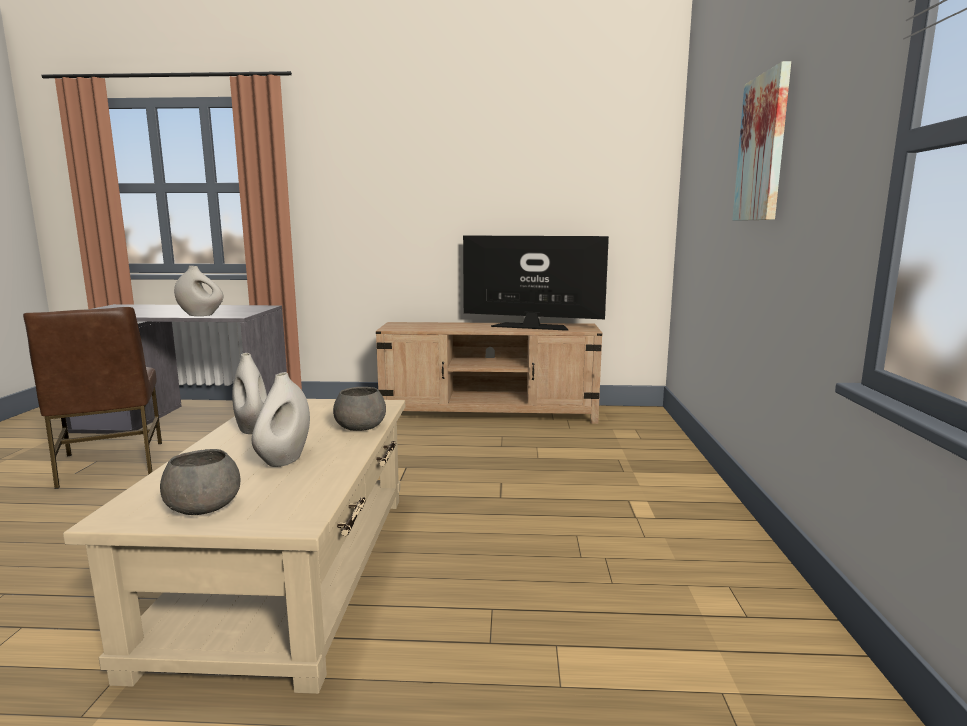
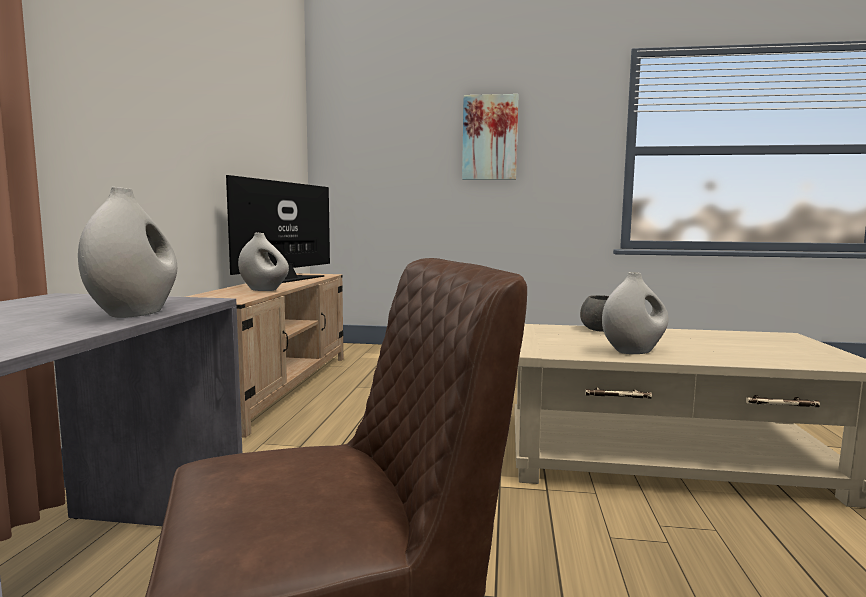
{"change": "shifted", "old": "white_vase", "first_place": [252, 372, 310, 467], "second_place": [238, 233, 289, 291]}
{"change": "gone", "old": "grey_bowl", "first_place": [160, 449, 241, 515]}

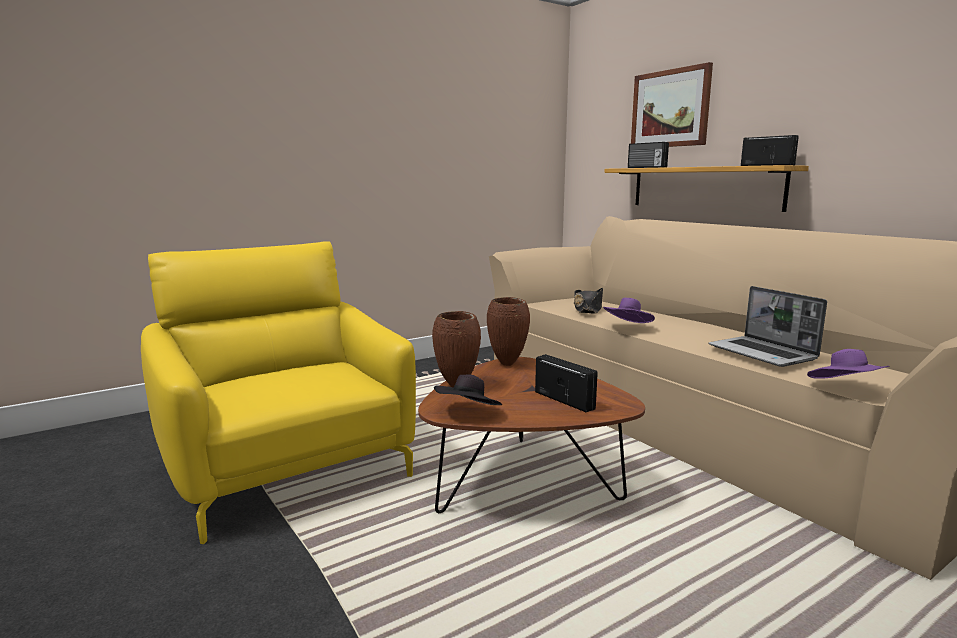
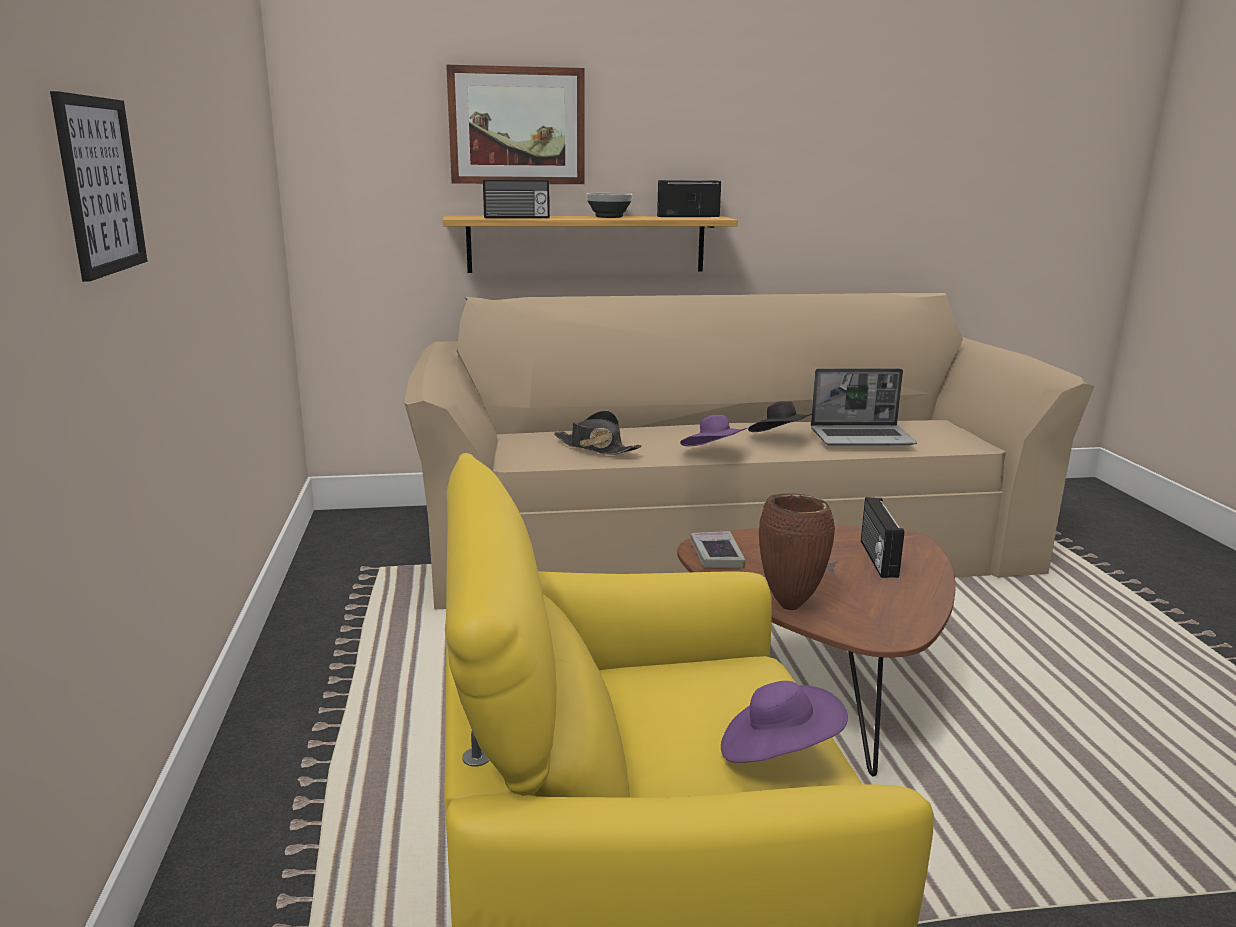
{"change": "new", "new": "picture", "second_place": [50, 91, 148, 282]}
{"change": "new", "new": "bowl", "second_place": [586, 193, 633, 218]}
{"change": "swapped", "old": "brown_vase", "new": "book", "first_place": [487, 297, 530, 366], "second_place": [690, 531, 745, 568]}
{"change": "shifted", "old": "purple_hat", "first_place": [807, 349, 890, 379], "second_place": [721, 681, 848, 763]}
{"change": "shifted", "old": "black_hat", "first_place": [434, 374, 502, 405], "second_place": [748, 401, 812, 432]}
{"change": "rotated", "old": "radio", "first_place": [535, 354, 598, 412], "second_place": [861, 497, 904, 578], "degrees": -75}

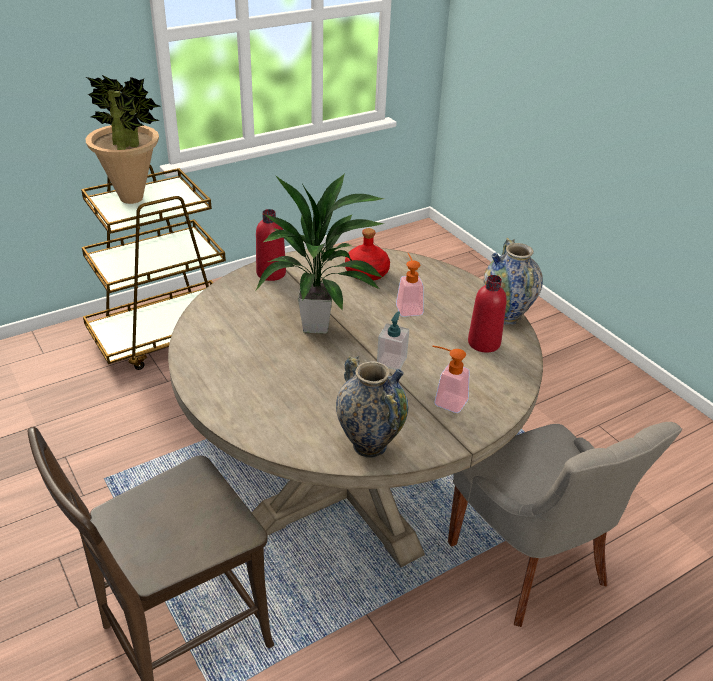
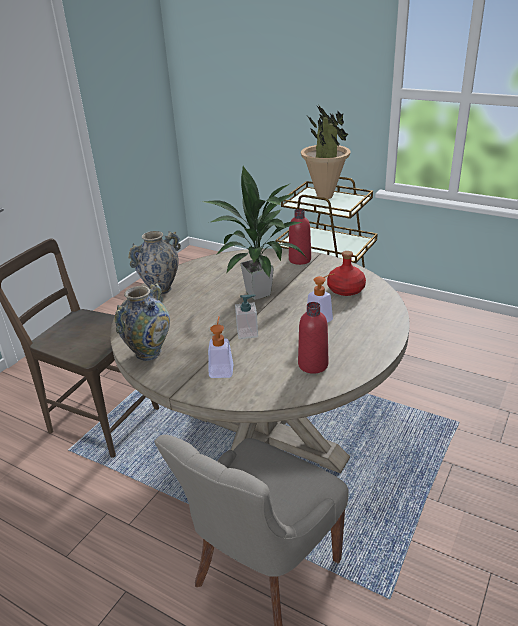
{"change": "shifted", "old": "vase", "first_place": [484, 238, 543, 325], "second_place": [128, 231, 181, 295]}

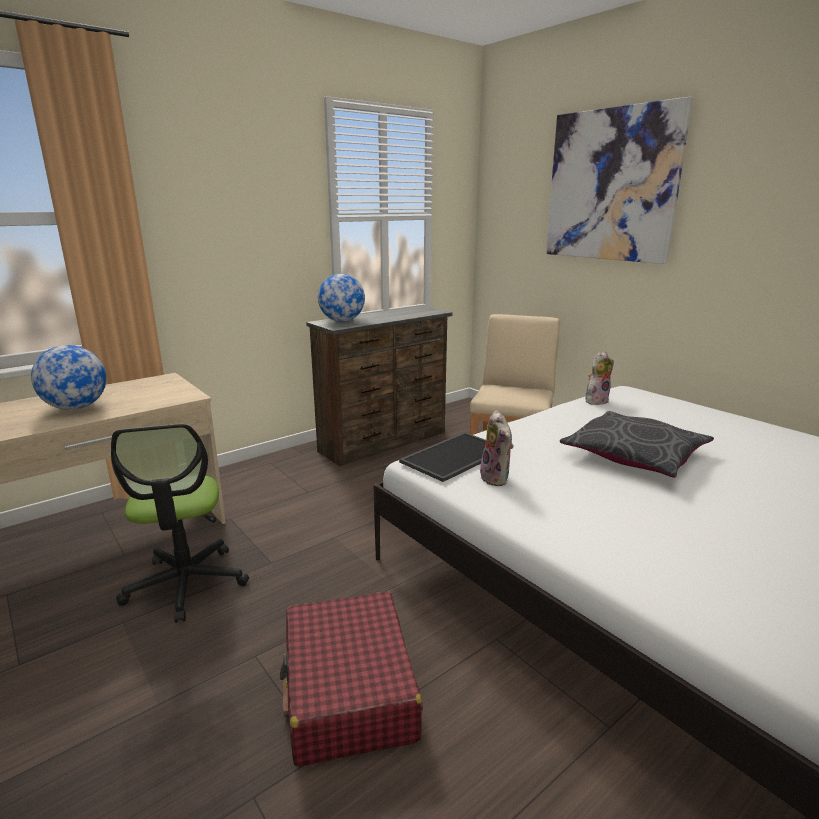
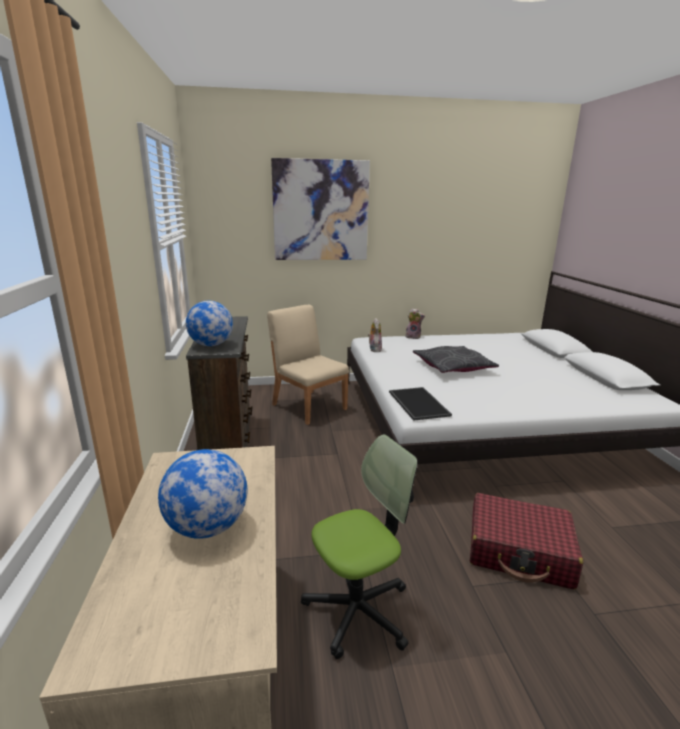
{"change": "rotated", "old": "office_chair", "first_place": [111, 424, 249, 623], "second_place": [301, 434, 418, 659], "degrees": -45}
{"change": "shifted", "old": "plush_toy", "first_place": [480, 410, 513, 486], "second_place": [405, 308, 425, 339]}

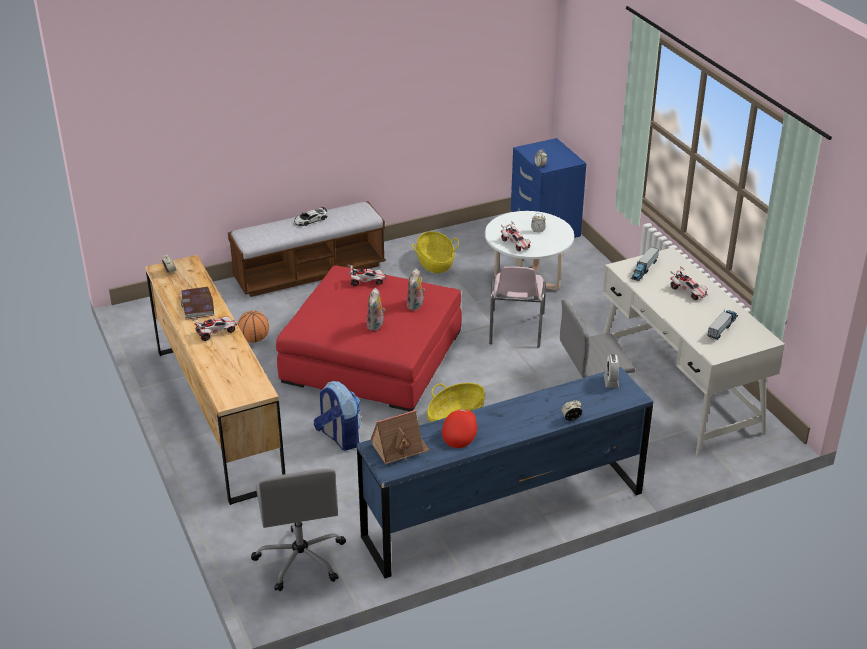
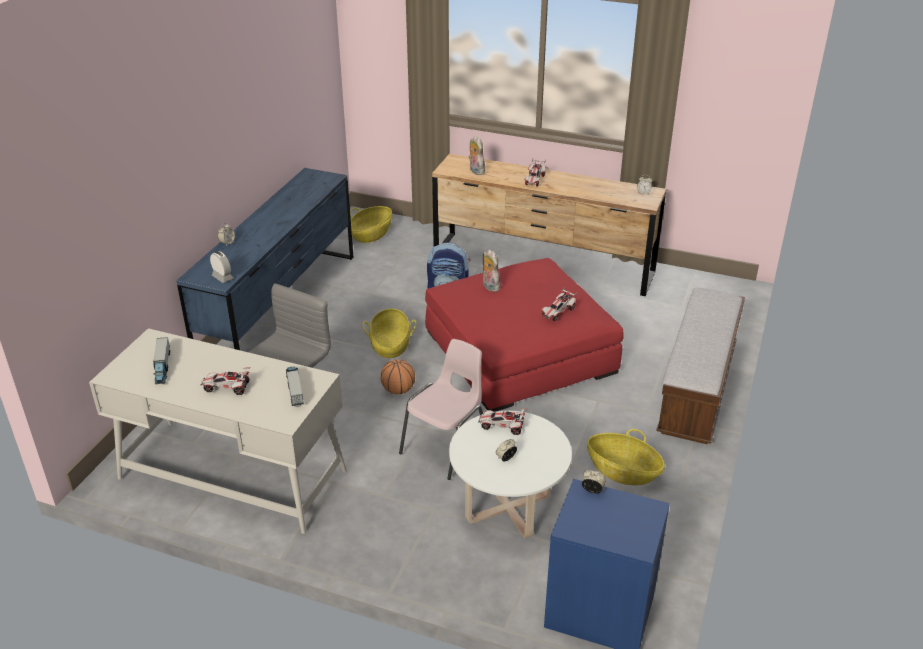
{"change": "swapped", "old": "grey_office_chair", "new": "basket", "first_place": [251, 469, 346, 591], "second_place": [350, 206, 392, 243]}
{"change": "shifted", "old": "basketball", "first_place": [238, 311, 269, 343], "second_place": [381, 359, 415, 394]}
{"change": "rotated", "old": "pink_chair", "first_place": [489, 266, 546, 348], "second_place": [399, 339, 483, 480], "degrees": 75}
{"change": "shifted", "old": "plush_toy", "first_place": [407, 269, 425, 310], "second_place": [469, 136, 485, 175]}
{"change": "gone", "old": "book", "first_place": [181, 287, 214, 319]}
{"change": "gone", "old": "toy_car", "first_place": [294, 207, 328, 226]}
{"change": "gone", "old": "toy_house", "first_place": [370, 410, 430, 464]}
{"change": "gone", "old": "red_cap", "first_place": [442, 409, 477, 448]}

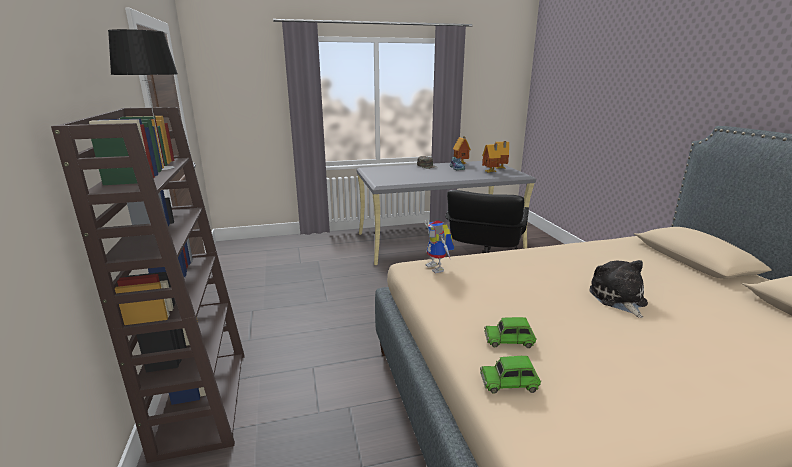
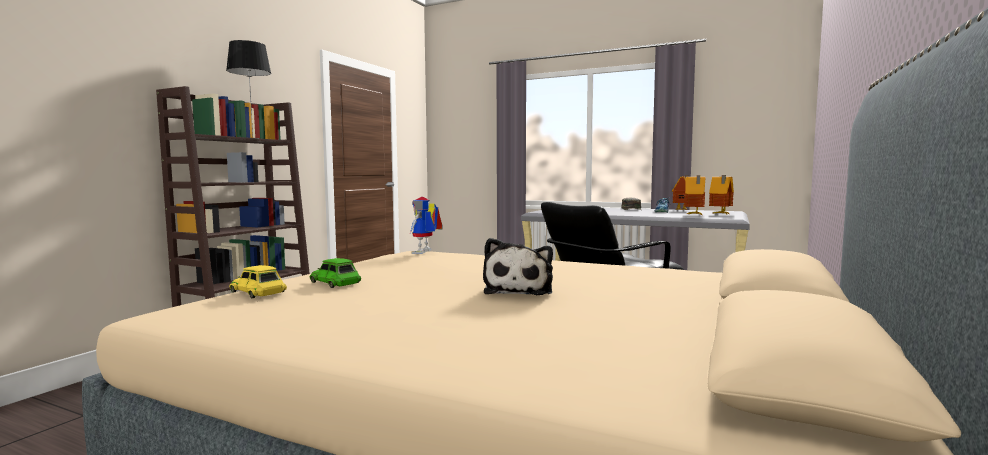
{"change": "repainted", "old": "green_toy_car", "new": "yellow_toy_car", "first_place": [480, 356, 541, 394], "second_place": [229, 265, 287, 298]}
{"change": "rotated", "old": "plush_toy", "first_place": [590, 260, 648, 318], "second_place": [483, 238, 553, 295], "degrees": 150}

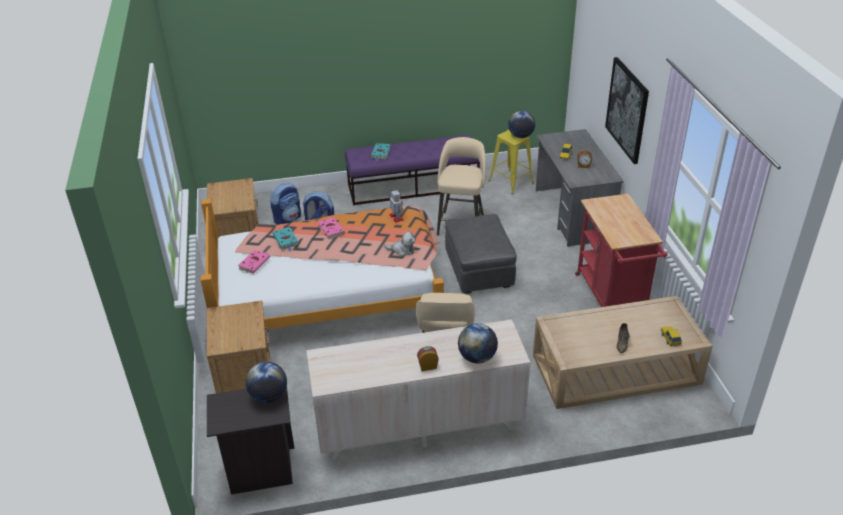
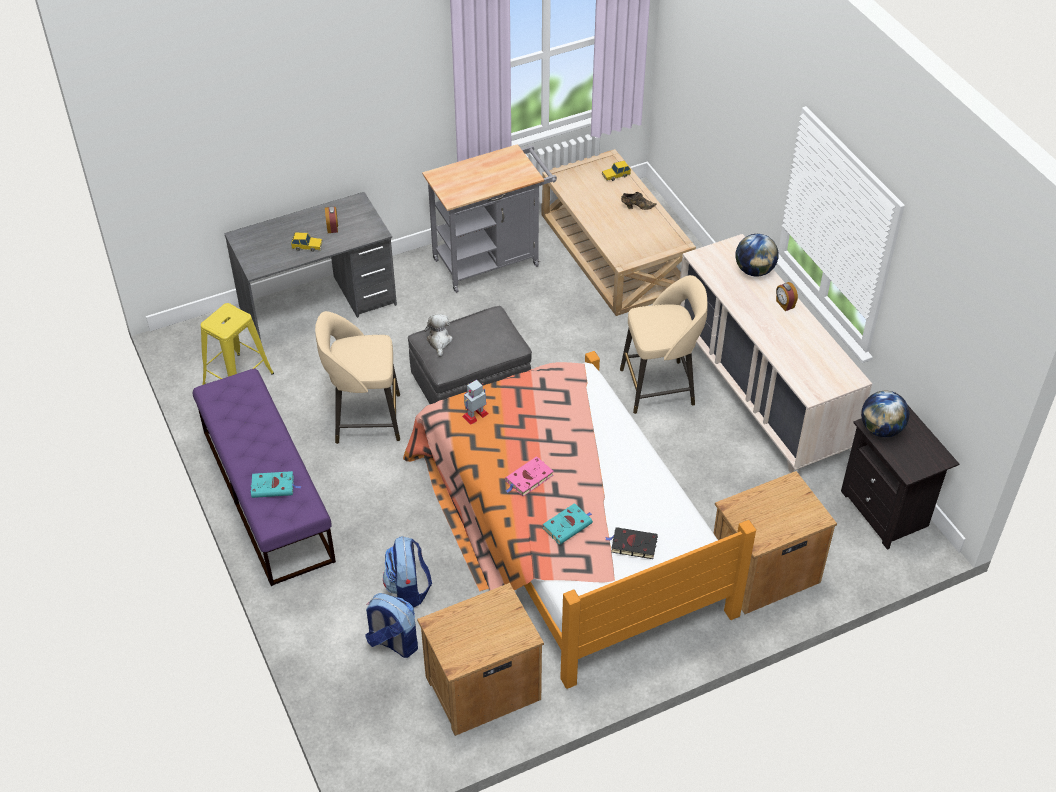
{"change": "repainted", "old": "red_cart", "new": "grey_cart", "first_place": [575, 194, 667, 307], "second_place": [422, 144, 557, 293]}
{"change": "shifted", "old": "plush_toy", "first_place": [384, 232, 416, 257], "second_place": [424, 314, 453, 357]}
{"change": "repainted", "old": "pink_book", "new": "black_book", "first_place": [238, 250, 270, 274], "second_place": [605, 527, 658, 559]}
{"change": "gone", "old": "globe", "first_place": [508, 111, 535, 138]}
{"change": "gone", "old": "picture", "first_place": [605, 57, 649, 164]}

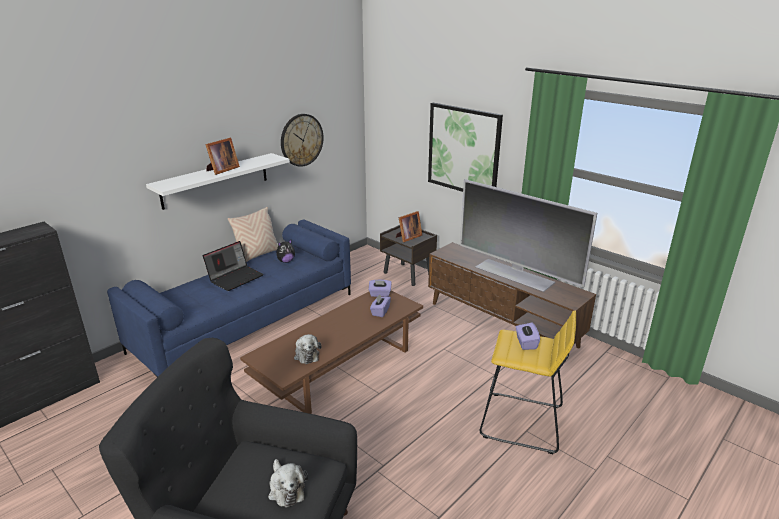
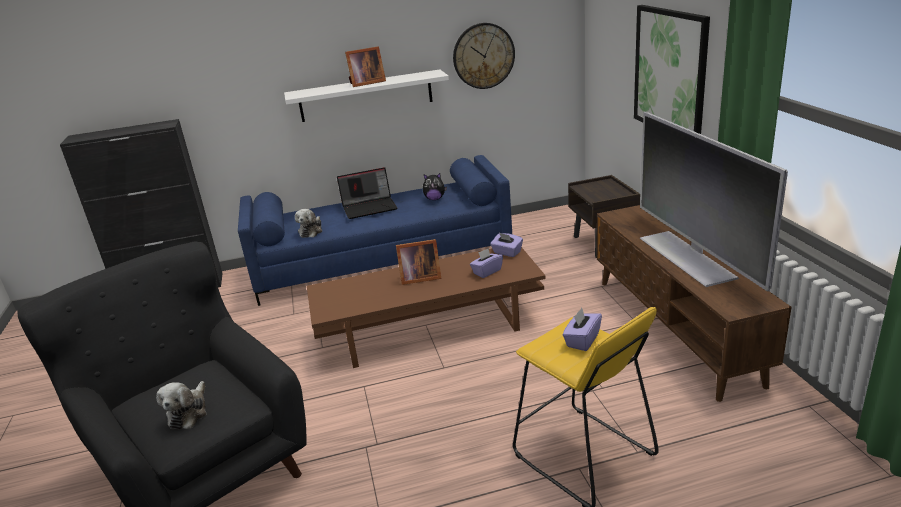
{"change": "shifted", "old": "plush_toy", "first_place": [294, 334, 321, 364], "second_place": [295, 209, 322, 238]}
{"change": "shifted", "old": "picture_frame", "first_place": [396, 211, 422, 242], "second_place": [396, 239, 441, 285]}
{"change": "gone", "old": "beige_pillow", "first_place": [228, 207, 278, 262]}

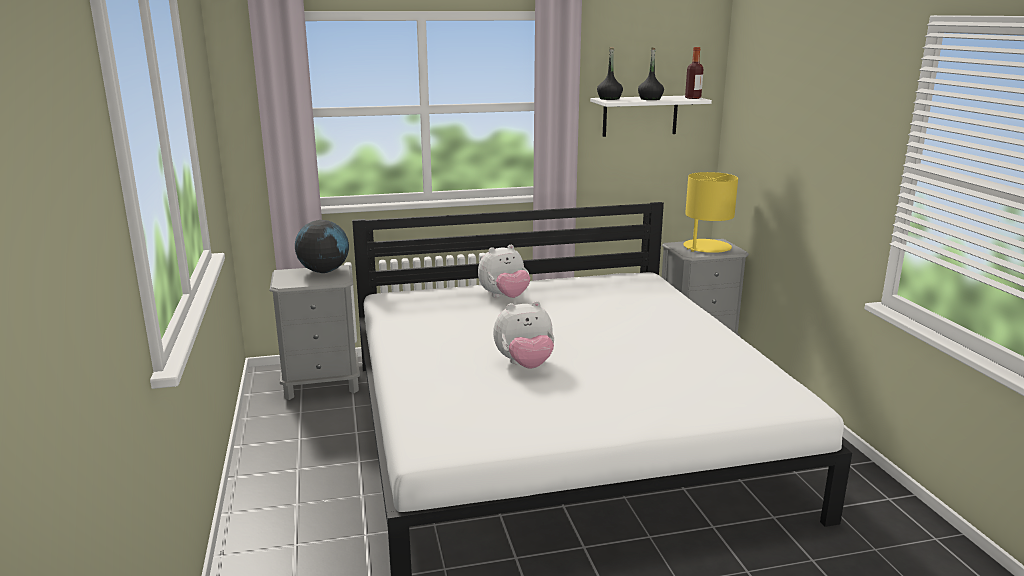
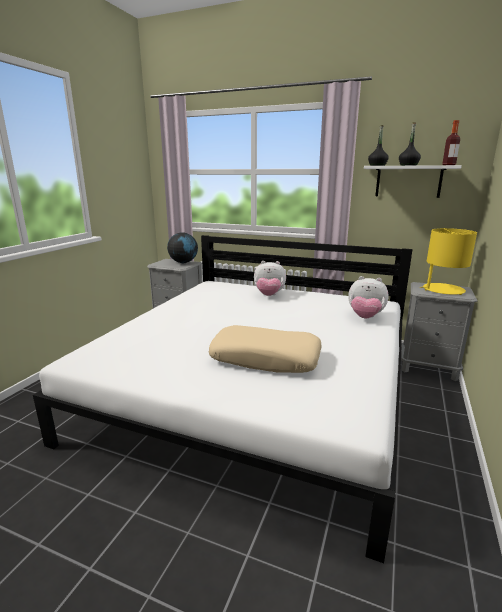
{"change": "new", "new": "beige_pillow", "second_place": [209, 325, 322, 373]}
{"change": "shifted", "old": "plush_toy", "first_place": [493, 301, 554, 369], "second_place": [348, 276, 389, 318]}

